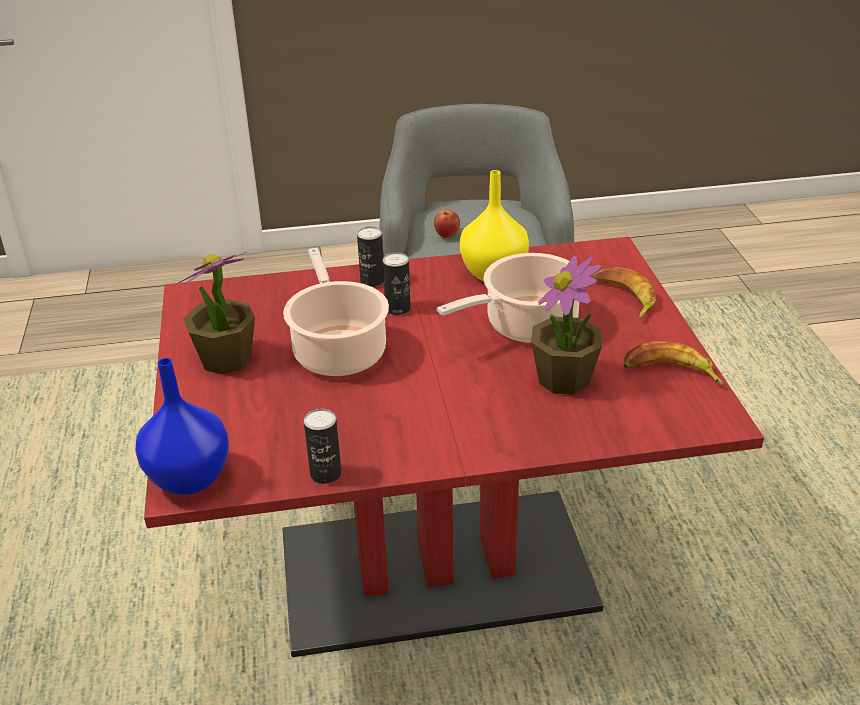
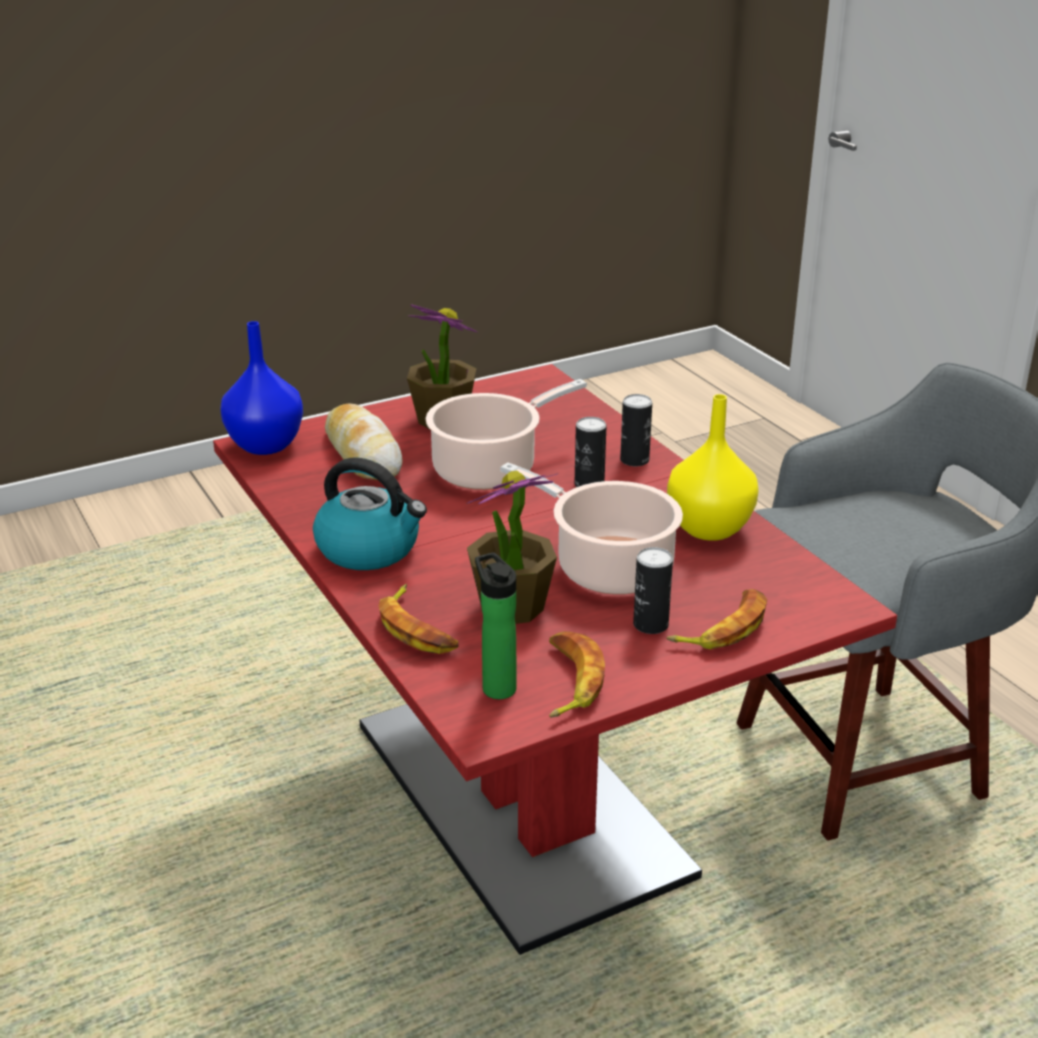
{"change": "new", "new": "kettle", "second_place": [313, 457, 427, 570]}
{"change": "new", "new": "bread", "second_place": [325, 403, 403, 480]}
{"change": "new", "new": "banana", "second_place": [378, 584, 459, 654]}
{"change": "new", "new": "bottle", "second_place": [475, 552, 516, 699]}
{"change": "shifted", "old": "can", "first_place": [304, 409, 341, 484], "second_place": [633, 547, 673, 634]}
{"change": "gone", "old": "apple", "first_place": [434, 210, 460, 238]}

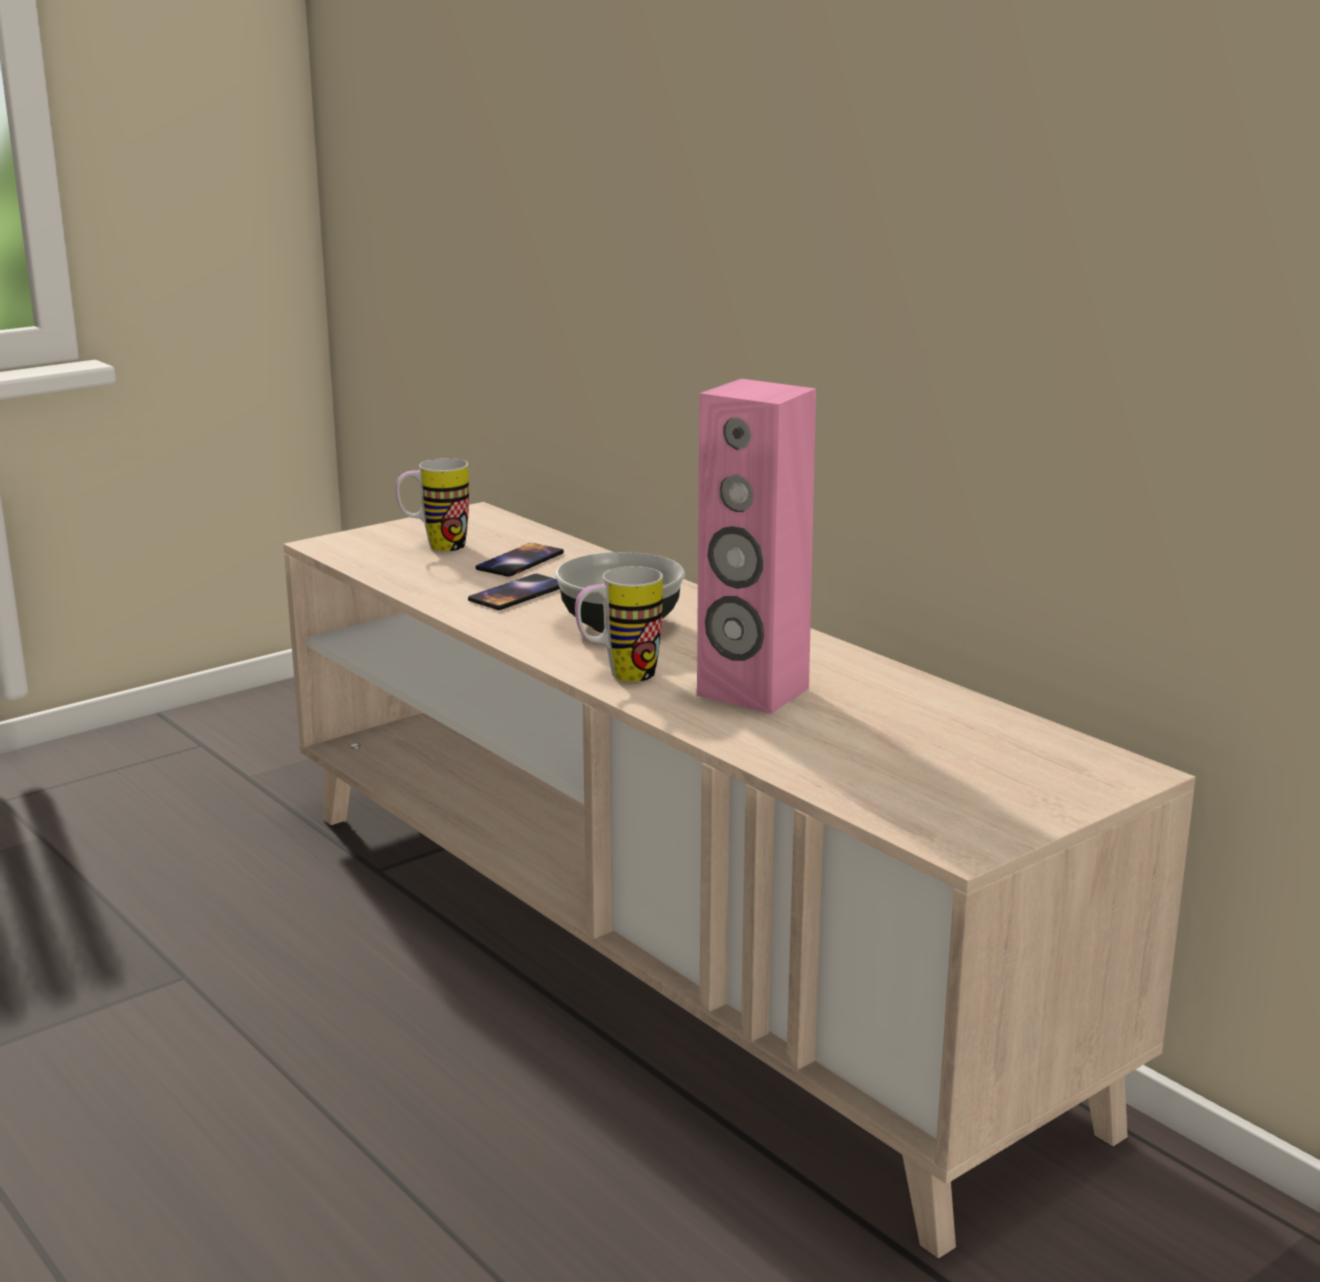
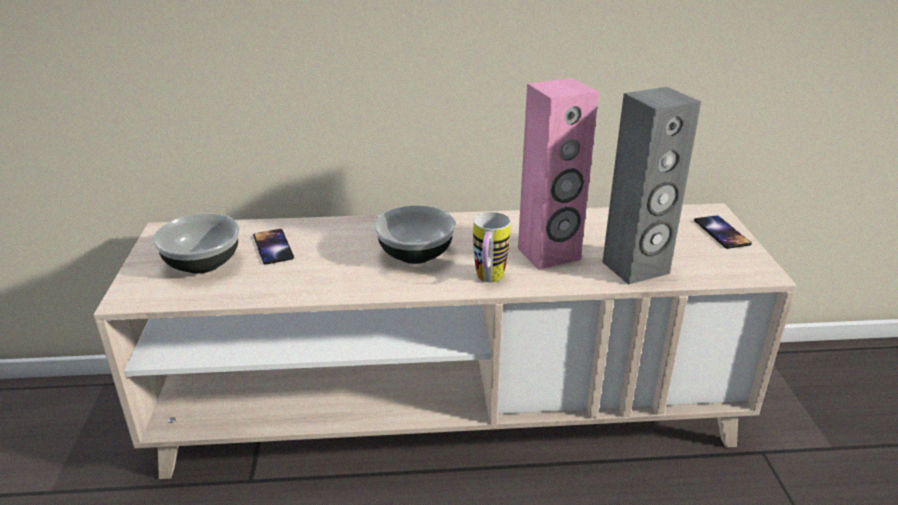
{"change": "swapped", "old": "mug", "new": "bowl", "first_place": [396, 458, 469, 551], "second_place": [153, 214, 240, 274]}
{"change": "new", "new": "grey_speaker", "second_place": [603, 87, 701, 285]}
{"change": "shifted", "old": "phone", "first_place": [468, 574, 560, 610], "second_place": [694, 216, 752, 249]}

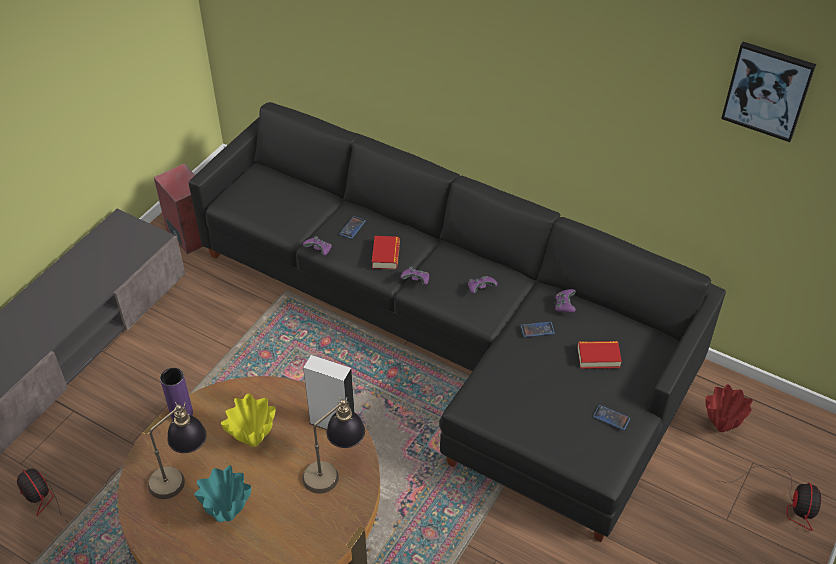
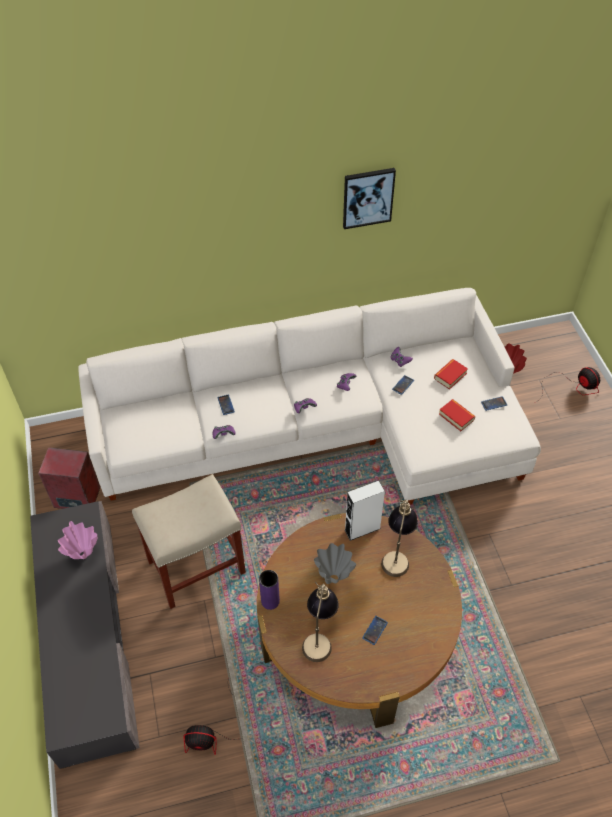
{"change": "new", "new": "pink_vase", "second_place": [58, 521, 97, 559]}
{"change": "repainted", "old": "black_sofa", "new": "white_sofa", "first_place": [189, 102, 726, 542], "second_place": [78, 288, 541, 505]}
{"change": "new", "new": "beige_stool", "second_place": [132, 474, 246, 609]}
{"change": "repainted", "old": "yellow_vase", "new": "grey_vase", "first_place": [221, 394, 276, 447], "second_place": [314, 543, 356, 584]}
{"change": "shifted", "old": "picture", "first_place": [721, 42, 816, 142], "second_place": [343, 168, 396, 229]}
{"change": "swapped", "old": "turquoise_vase", "new": "phone", "first_place": [194, 465, 251, 522], "second_place": [362, 616, 388, 645]}
{"change": "shifted", "old": "book", "first_place": [372, 236, 400, 270], "second_place": [439, 399, 475, 431]}

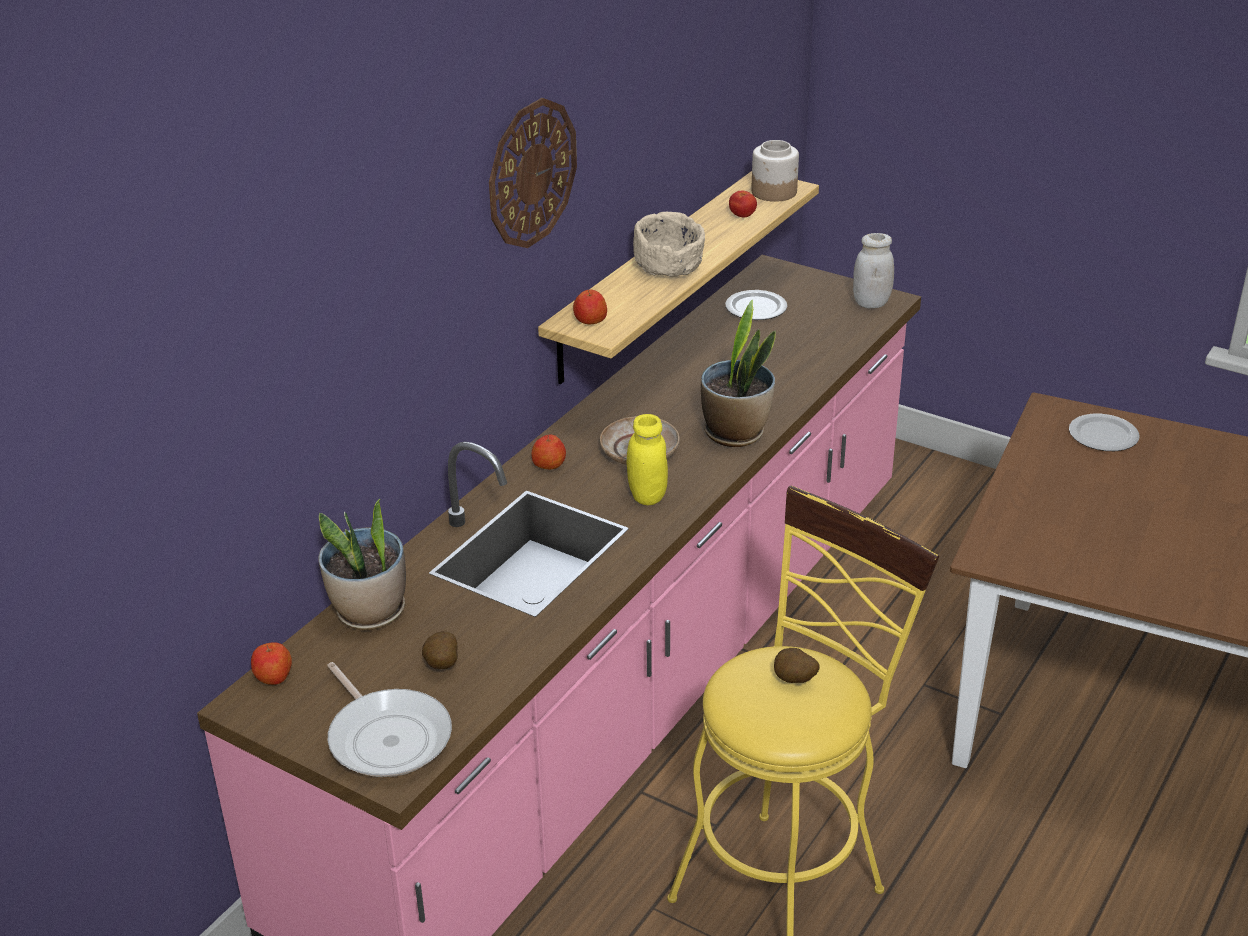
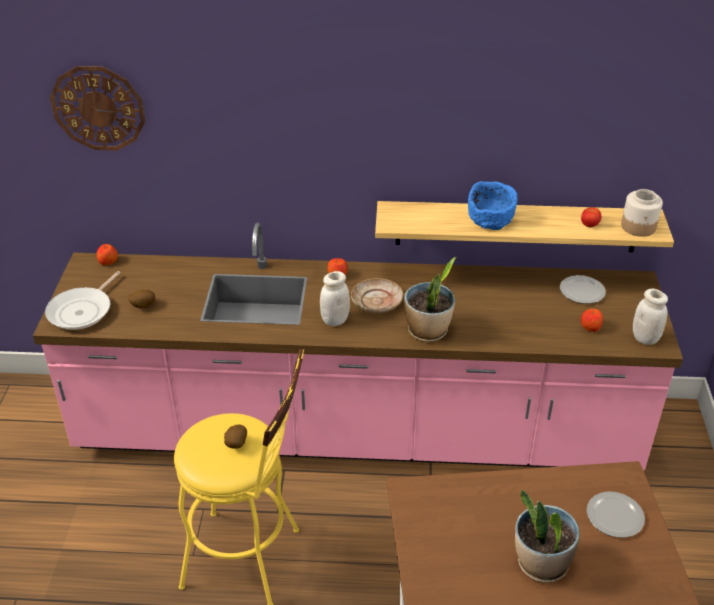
{"change": "shifted", "old": "wall_clock", "first_place": [489, 98, 577, 248], "second_place": [50, 66, 145, 151]}
{"change": "repainted", "old": "yellow_jar", "new": "white_jar", "first_place": [627, 414, 668, 505], "second_place": [320, 271, 350, 326]}
{"change": "repainted", "old": "beige_bowl", "new": "blue_bowl", "first_place": [633, 212, 705, 277], "second_place": [468, 181, 517, 230]}
{"change": "shifted", "old": "potted_plant", "first_place": [318, 498, 406, 630], "second_place": [515, 490, 580, 583]}
{"change": "shifted", "old": "apple", "first_place": [573, 290, 607, 324], "second_place": [581, 309, 603, 332]}

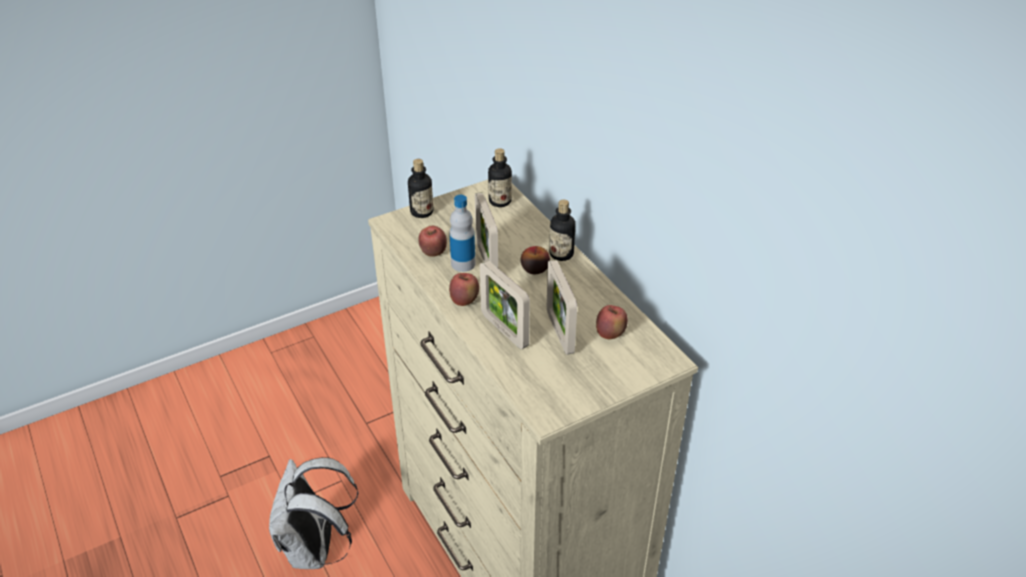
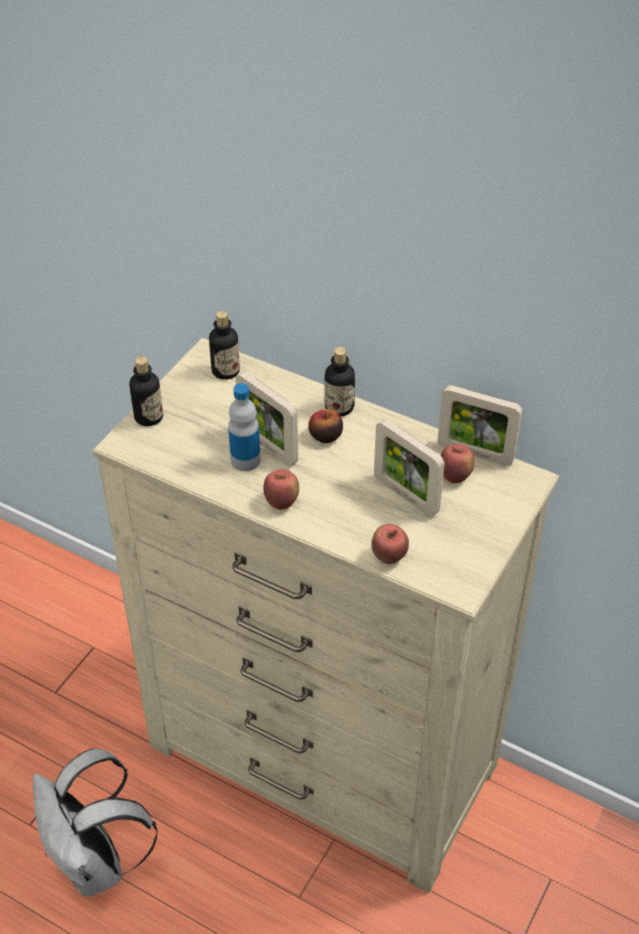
{"change": "shifted", "old": "apple", "first_place": [418, 226, 447, 257], "second_place": [371, 524, 409, 564]}
{"change": "shifted", "old": "picture_frame", "first_place": [480, 260, 530, 349], "second_place": [438, 385, 522, 466]}

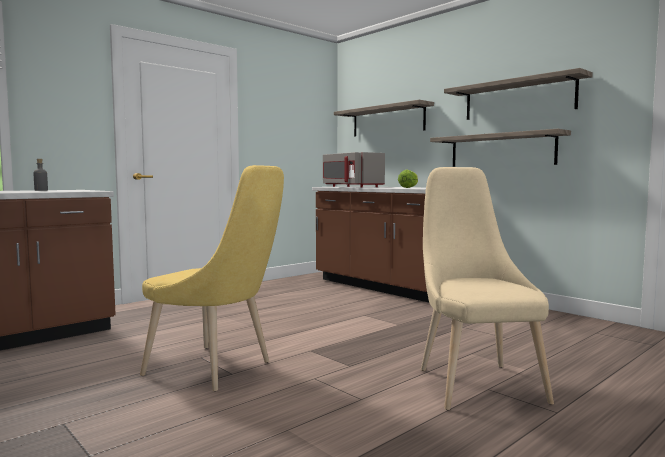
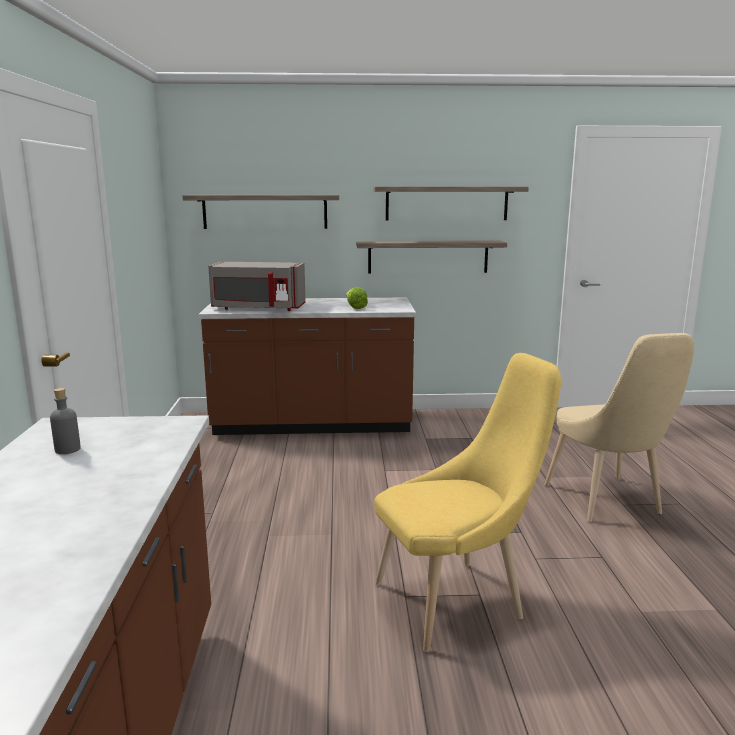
{"change": "rotated", "old": "beige_chair", "first_place": [421, 167, 554, 410], "second_place": [544, 333, 694, 522], "degrees": -135}

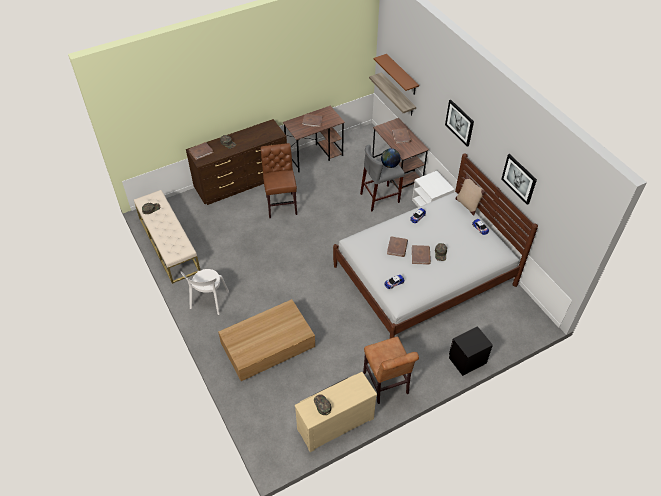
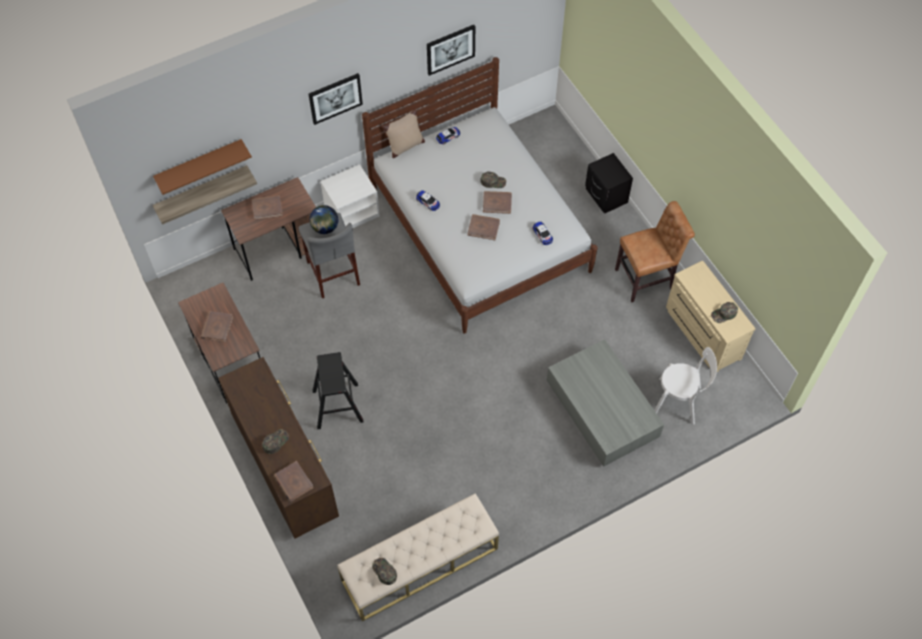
{"change": "swapped", "old": "brown_chair", "new": "black_stool", "first_place": [260, 143, 297, 218], "second_place": [313, 352, 364, 429]}
{"change": "repainted", "old": "brown_coffee_table", "new": "grey_coffee_table", "first_place": [218, 299, 315, 381], "second_place": [547, 339, 664, 467]}
{"change": "shifted", "old": "white_chair", "first_place": [181, 269, 229, 315], "second_place": [655, 347, 717, 425]}

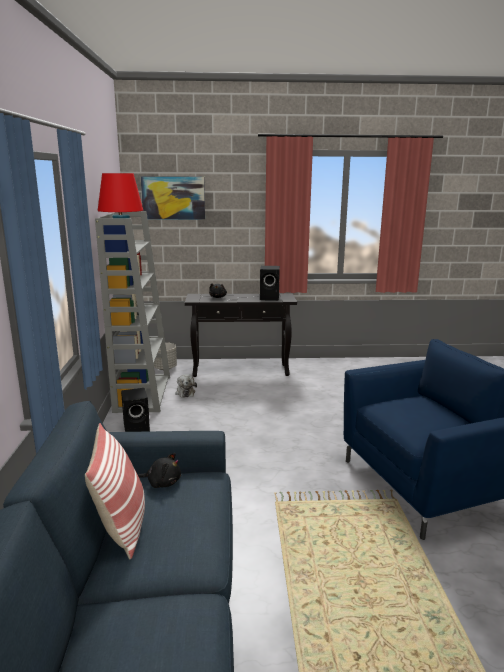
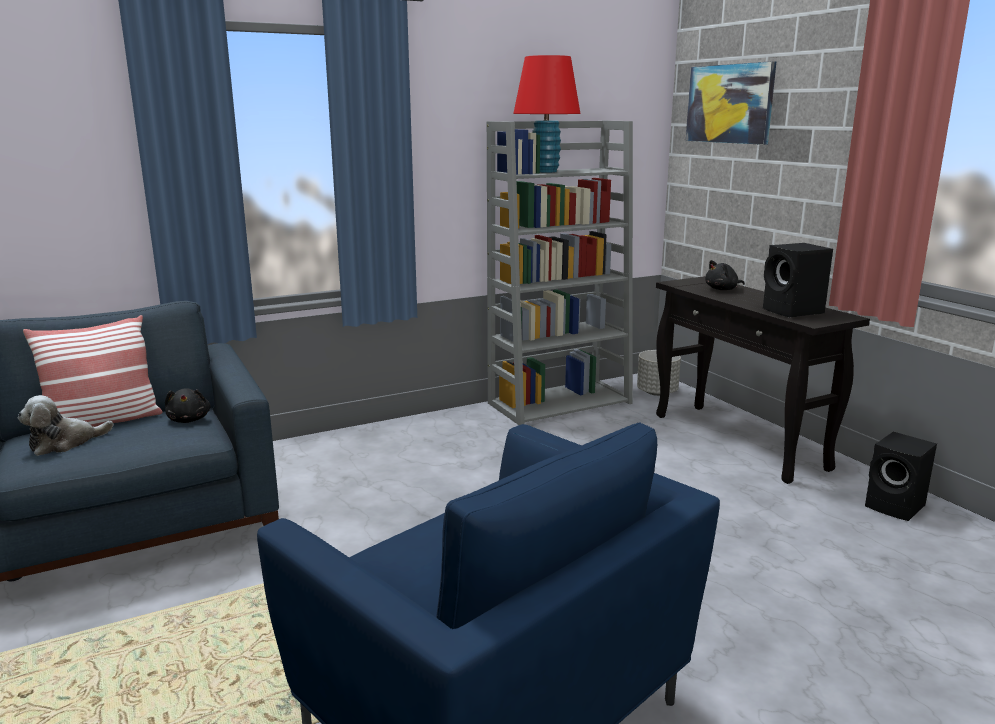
{"change": "shifted", "old": "plush_toy", "first_place": [175, 374, 197, 398], "second_place": [18, 395, 114, 456]}
{"change": "shifted", "old": "black_speaker", "first_place": [121, 388, 150, 432], "second_place": [865, 432, 937, 521]}

